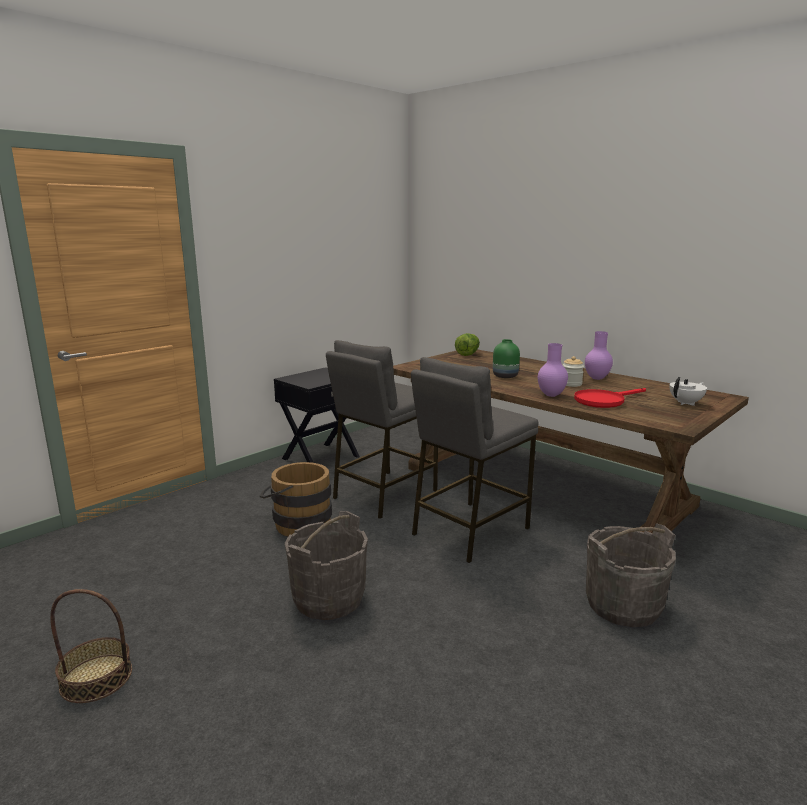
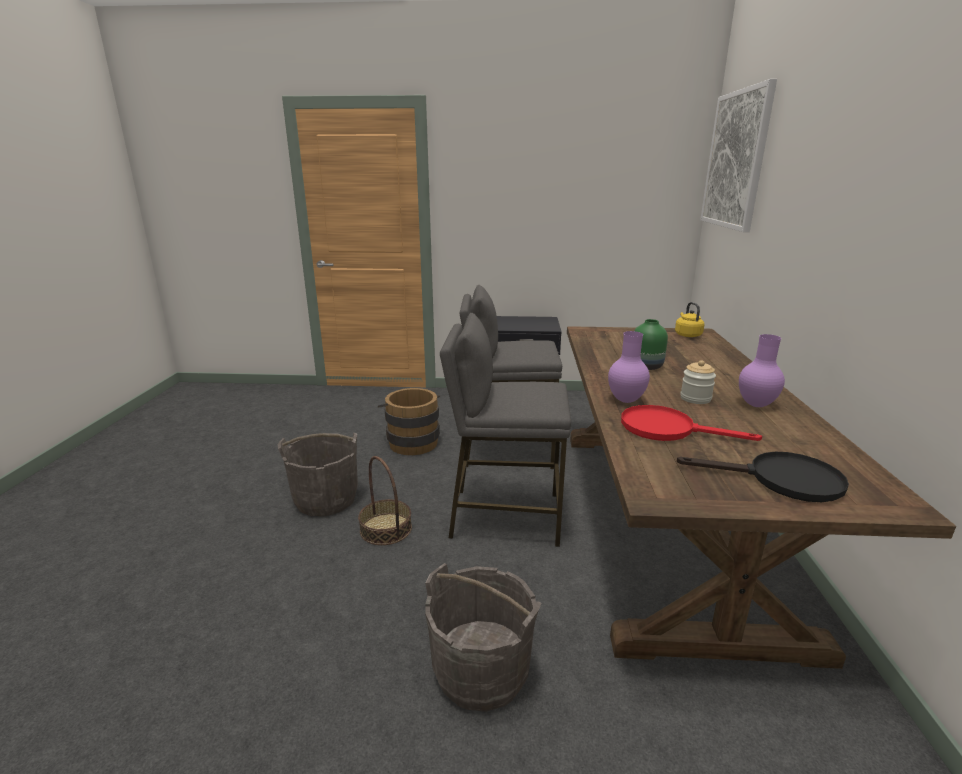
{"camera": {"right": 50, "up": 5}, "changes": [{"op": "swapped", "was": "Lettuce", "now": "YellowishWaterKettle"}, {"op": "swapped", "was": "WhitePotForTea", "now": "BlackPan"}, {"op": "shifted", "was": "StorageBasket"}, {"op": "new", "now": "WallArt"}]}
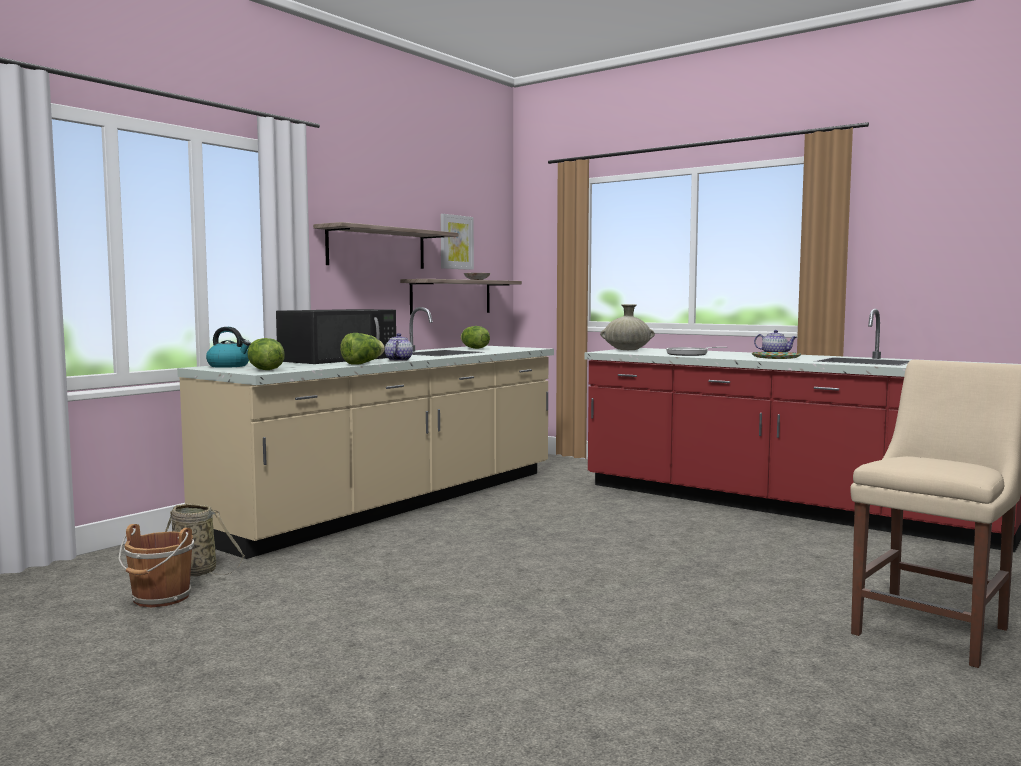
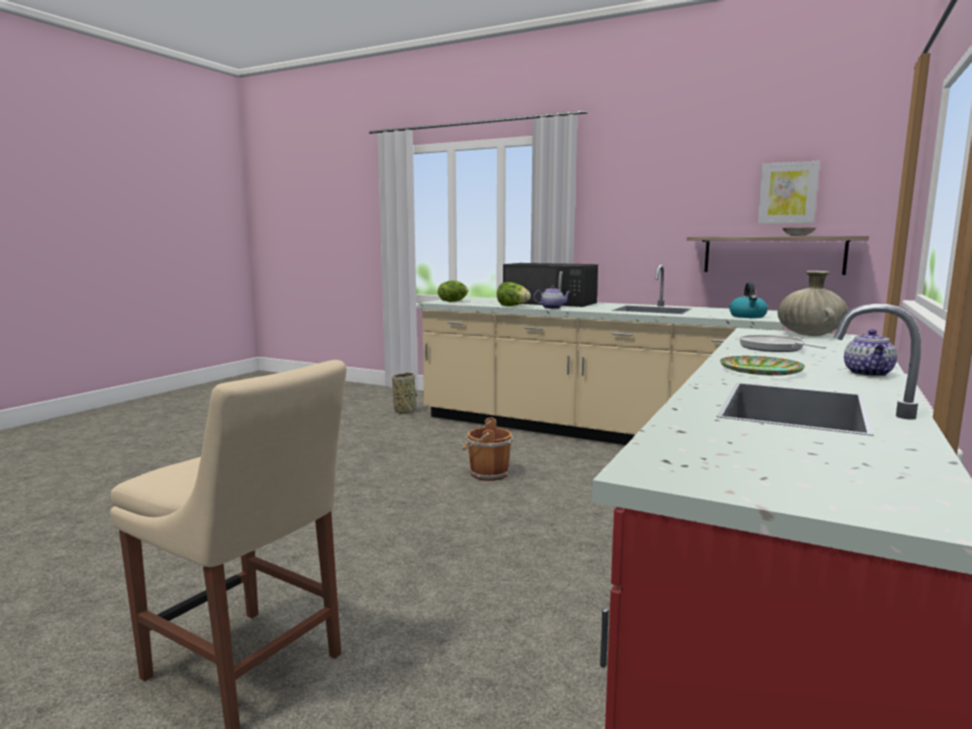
{"camera": {"right": 80, "up": 5}, "changes": [{"op": "gone", "was": "BracketShelf (no. 1 from left)"}, {"op": "gone", "was": "Lettuce (no. 3 from left)"}, {"op": "shifted", "was": "WaterKettle"}, {"op": "shifted", "was": "BrownishBucket"}]}
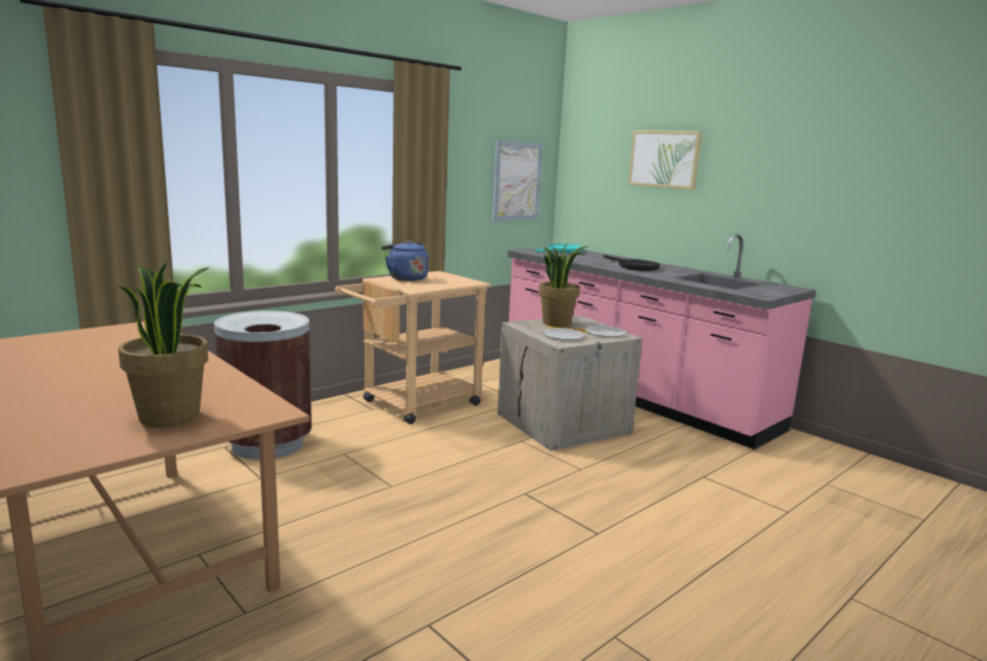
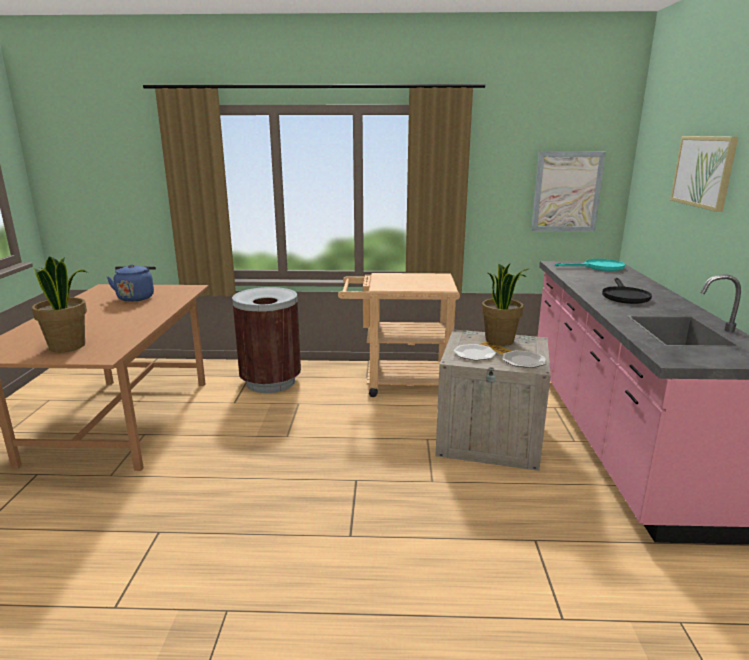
{"camera": {"right": 45, "up": 5}, "changes": [{"op": "shifted", "was": "BlueColouredWaterKettle"}]}
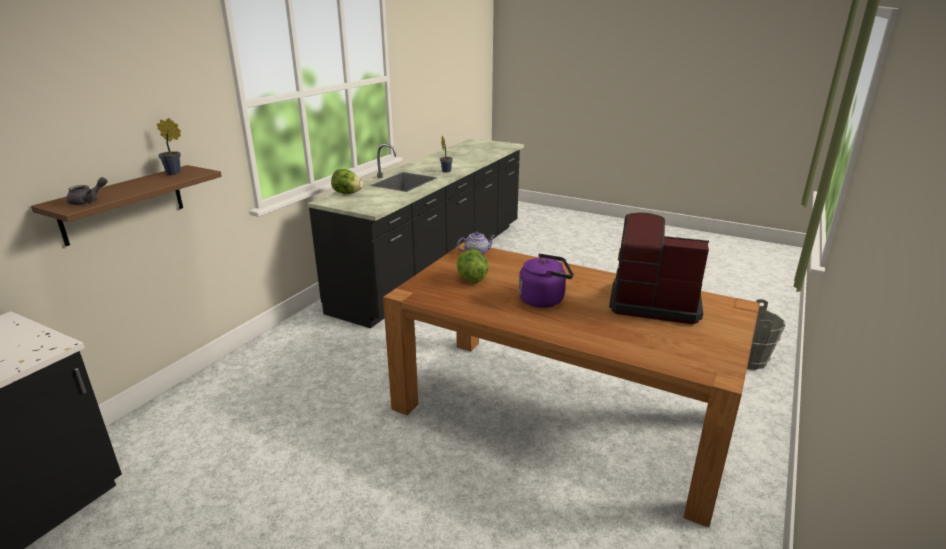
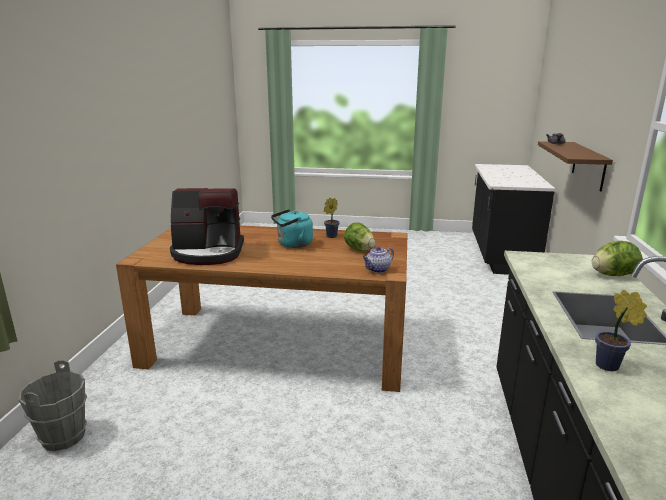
{"camera": {"right": 160, "up": -5}, "changes": [{"op": "shifted", "was": "PottedPlant (no. 1 from left)"}, {"op": "repainted", "was": "PurplishWaterKettle", "now": "TurquoiseColouredWaterKettle"}]}
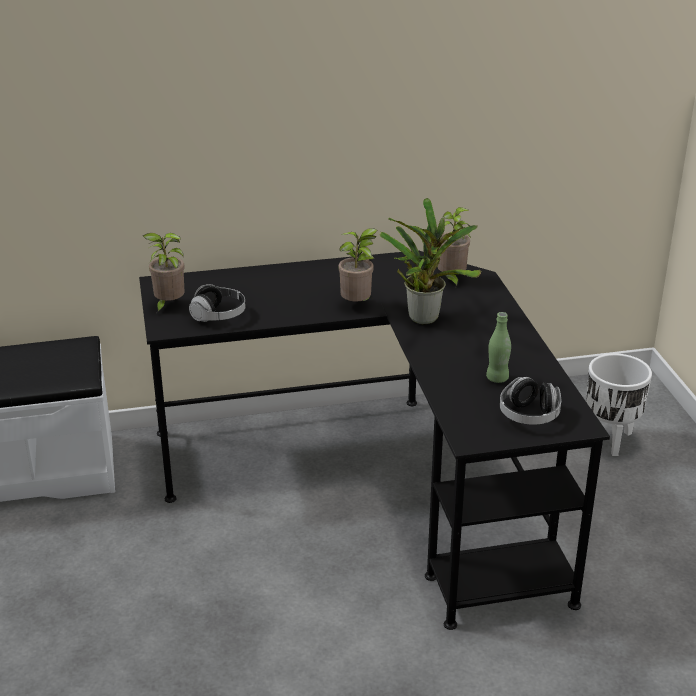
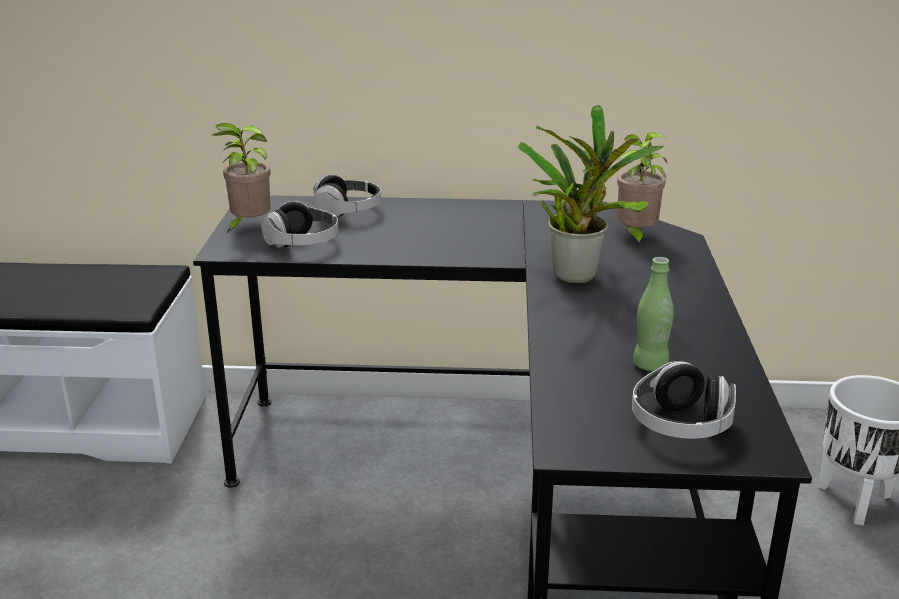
{"camera": {"right": 15, "up": -5}, "changes": [{"op": "gone", "was": "PottedPlant (no. 2 from left)"}, {"op": "new", "now": "Headset (no. 2 from left)"}]}
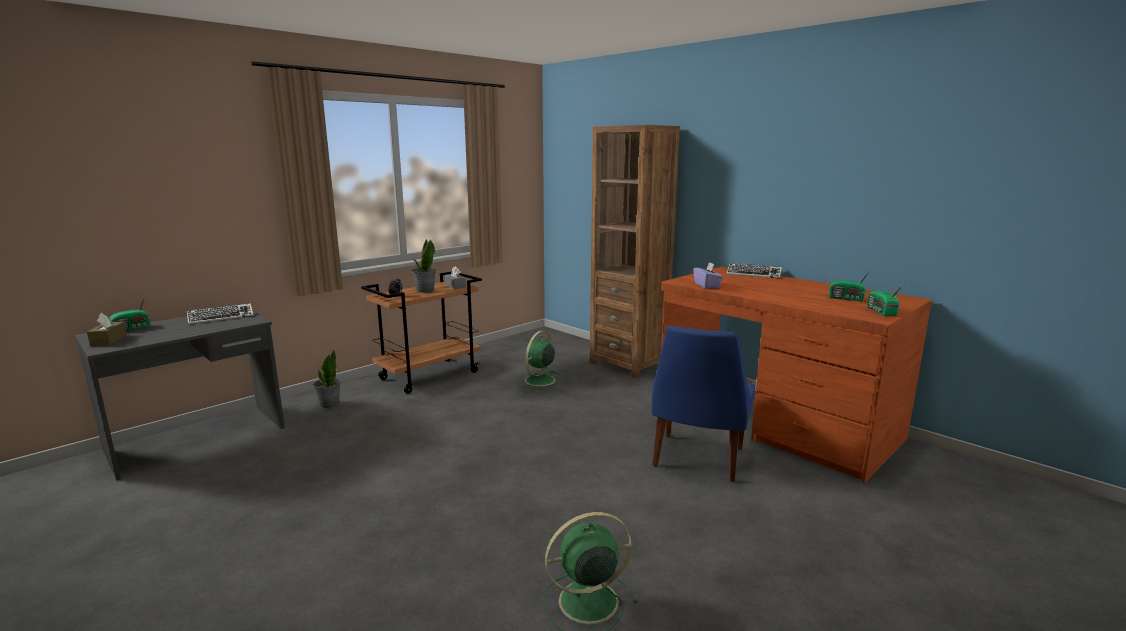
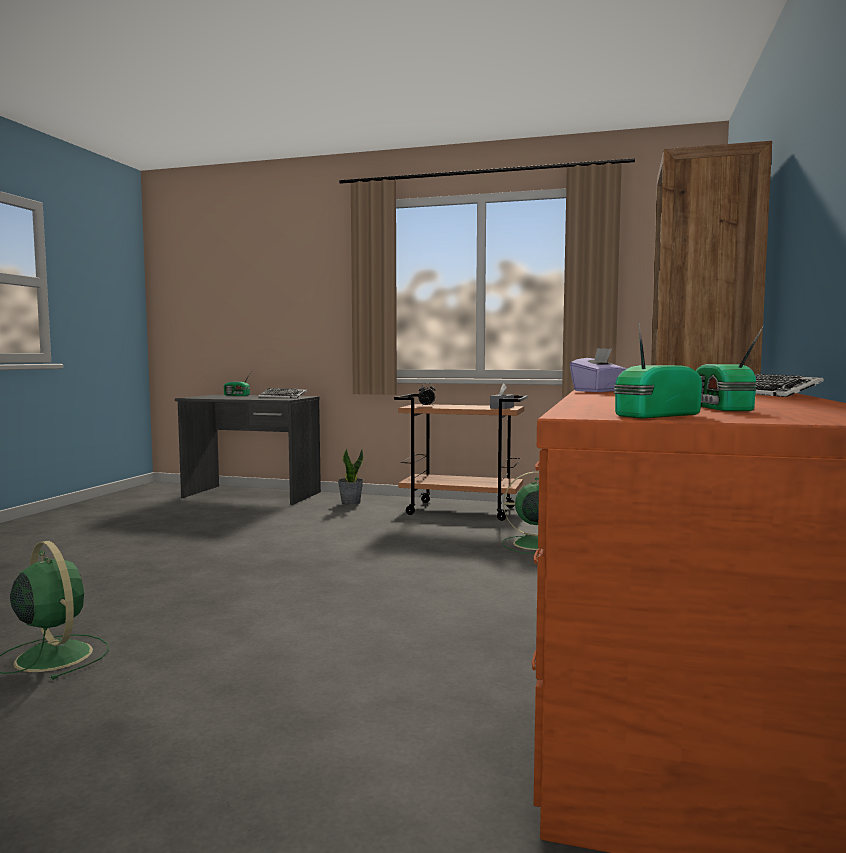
{"camera": {"right": 60, "up": -10}, "changes": [{"op": "gone", "was": "PottedPlant (no. 2 from left)"}, {"op": "gone", "was": "BrownishBoxOfTissues"}, {"op": "gone", "was": "BlueColouredUprightChair"}]}
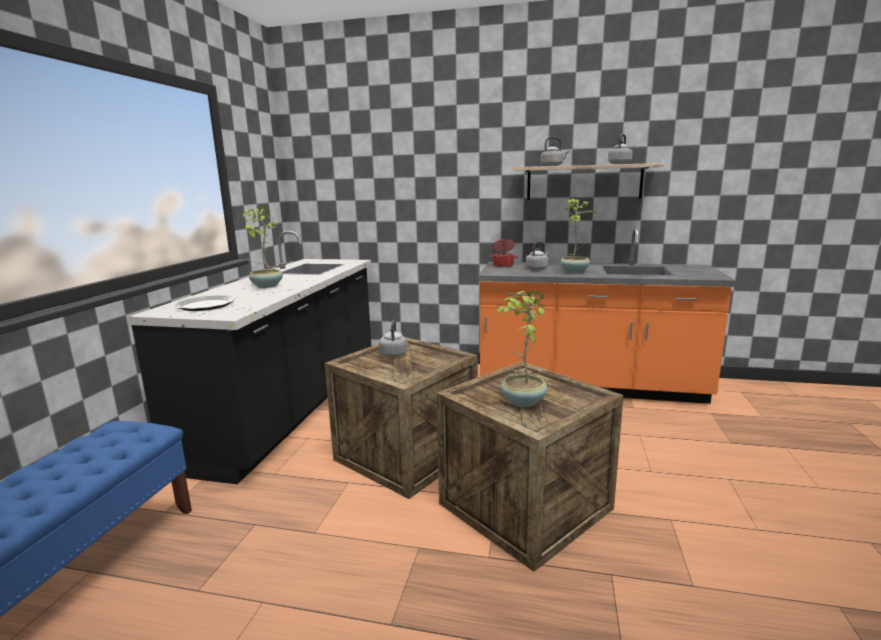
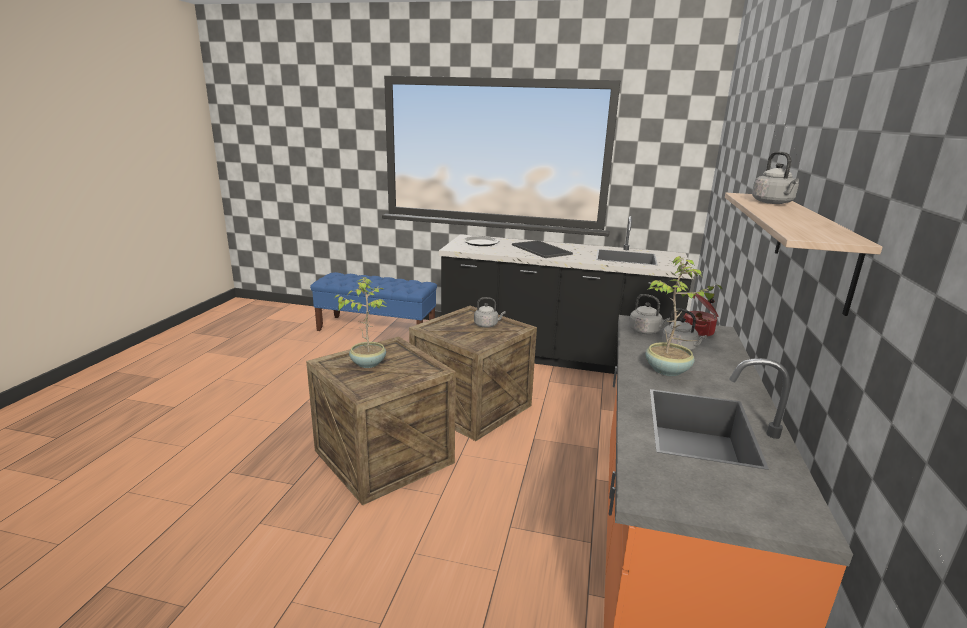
{"camera": {"right": 90, "up": 5}, "changes": [{"op": "shifted", "was": "GreyWaterKettle (no. 4 from left in the first image)", "now": "GreyWaterKettle (no. 2 from left)"}, {"op": "swapped", "was": "PottedPlant (no. 1 from left)", "now": "ServingTray"}]}
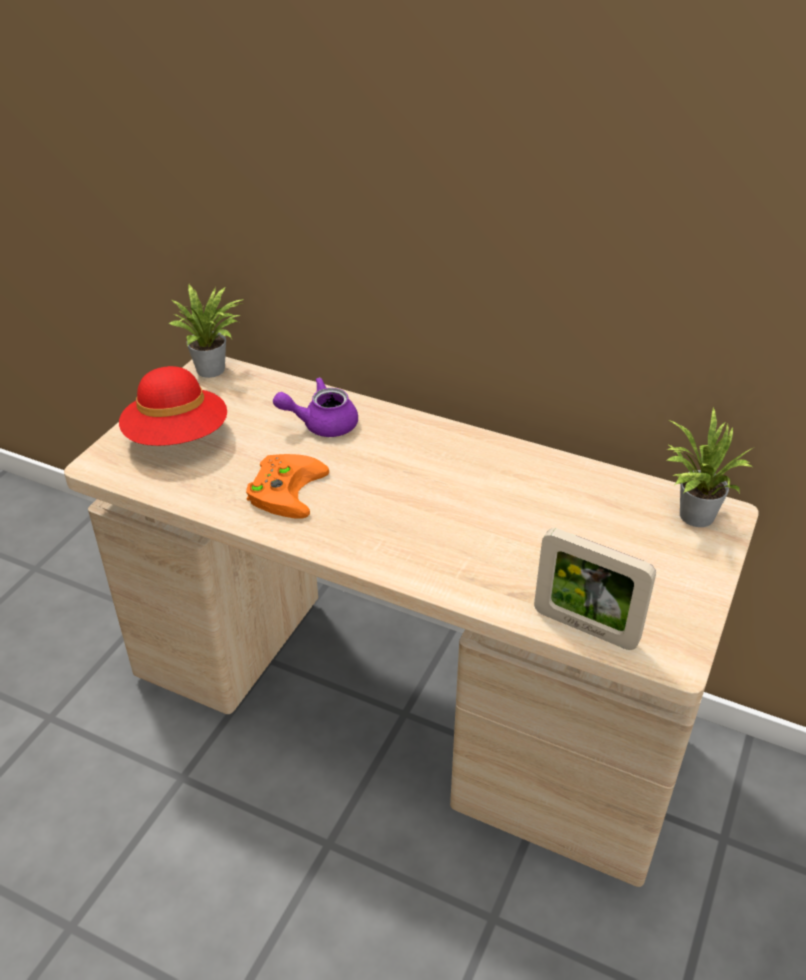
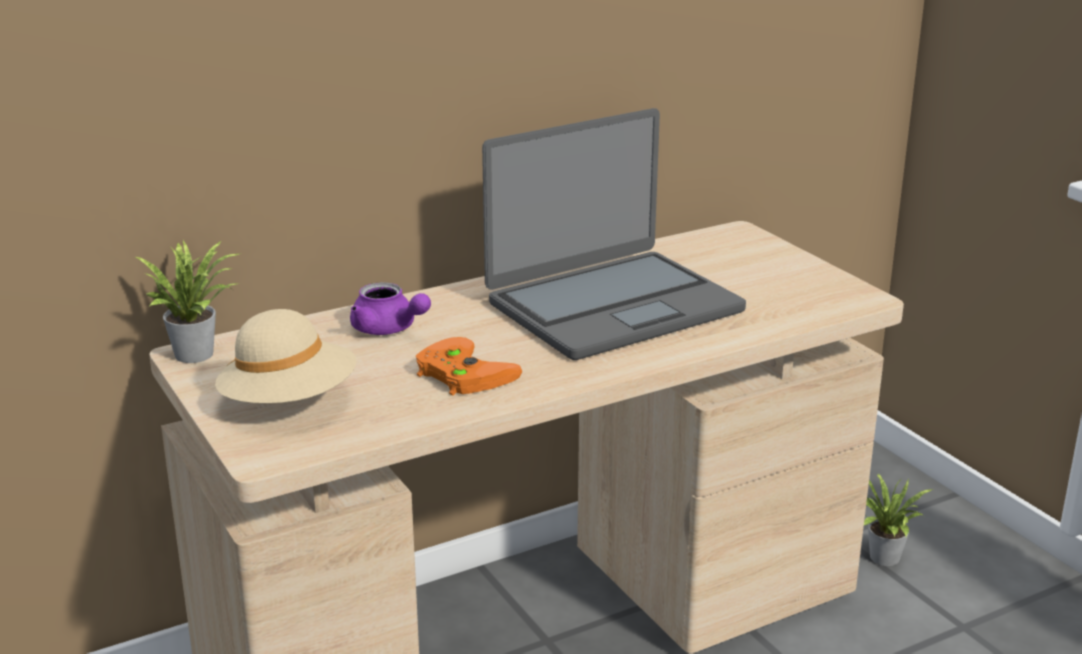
{"camera": {"right": -55, "up": -15}, "changes": [{"op": "repainted", "was": "RedClothingHat", "now": "BeigeColouredClothingHat"}, {"op": "rotated", "was": "PurplishPotForTea", "clockwise": -75}, {"op": "shifted", "was": "PottedPlant (no. 2 from left)"}, {"op": "gone", "was": "StandingFrame"}, {"op": "new", "now": "PortableComputer"}]}
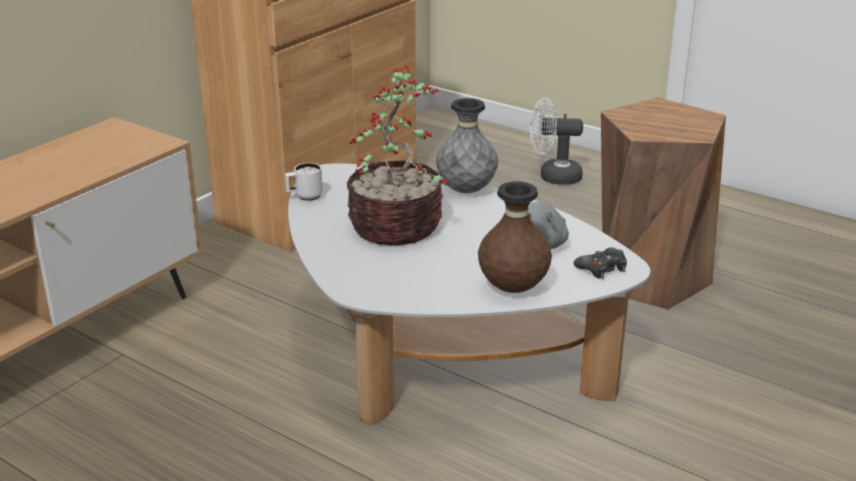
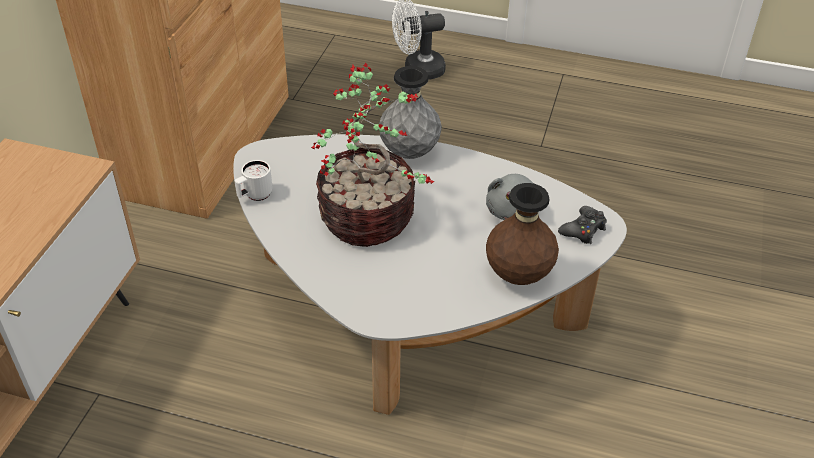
{"camera": {"right": -20, "up": 15}, "changes": [{"op": "gone", "was": "BrownishStoolSeat"}]}
